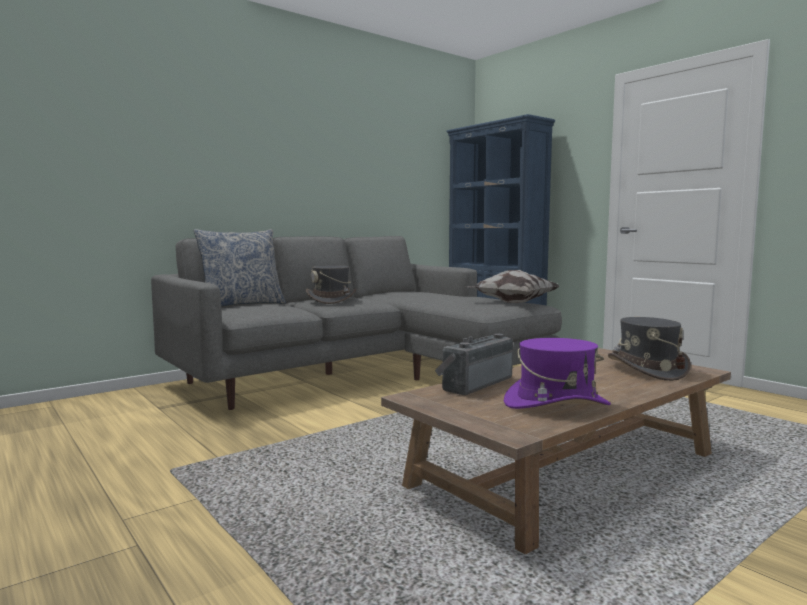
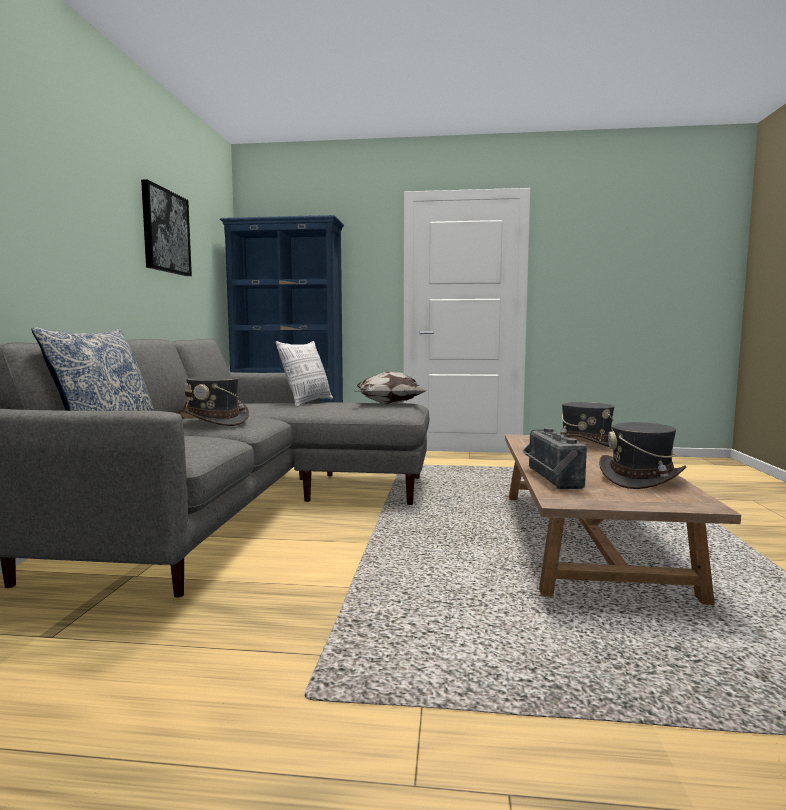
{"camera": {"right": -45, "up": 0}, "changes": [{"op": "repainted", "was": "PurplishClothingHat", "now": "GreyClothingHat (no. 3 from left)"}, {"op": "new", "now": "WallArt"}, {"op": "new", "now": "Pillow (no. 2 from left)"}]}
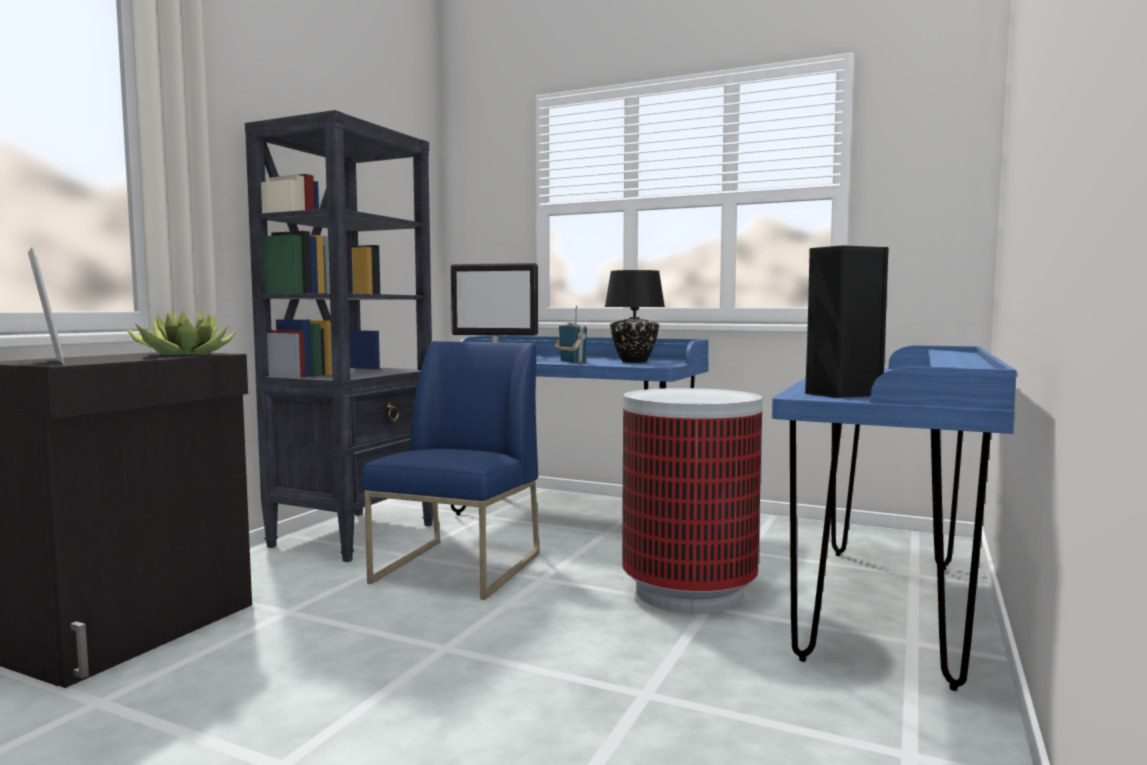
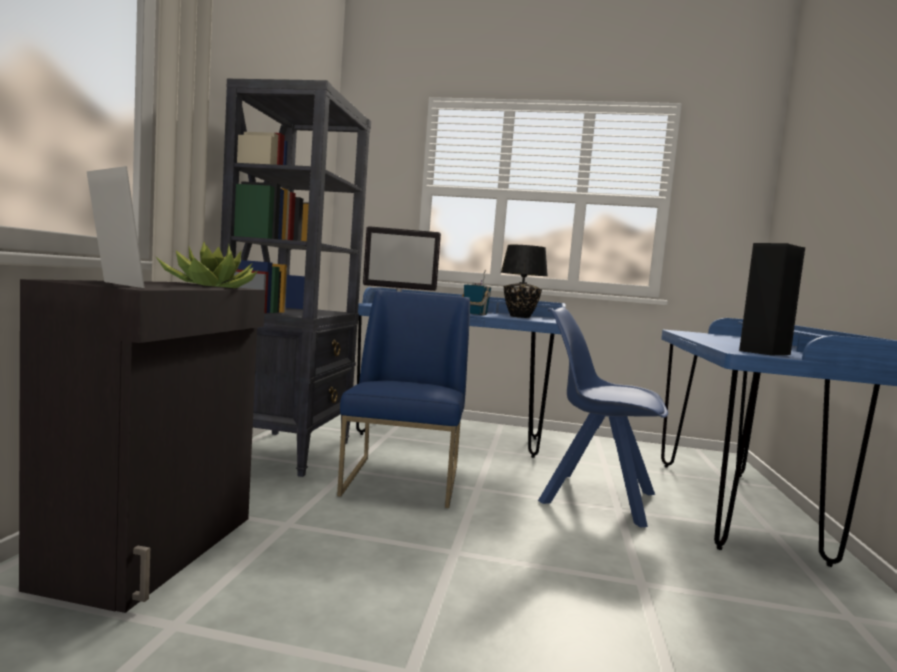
{"camera": {"right": -15, "up": 0}, "changes": [{"op": "swapped", "was": "RubbishBin", "now": "BlueColouredUprightChair (no. 2 from left)"}]}
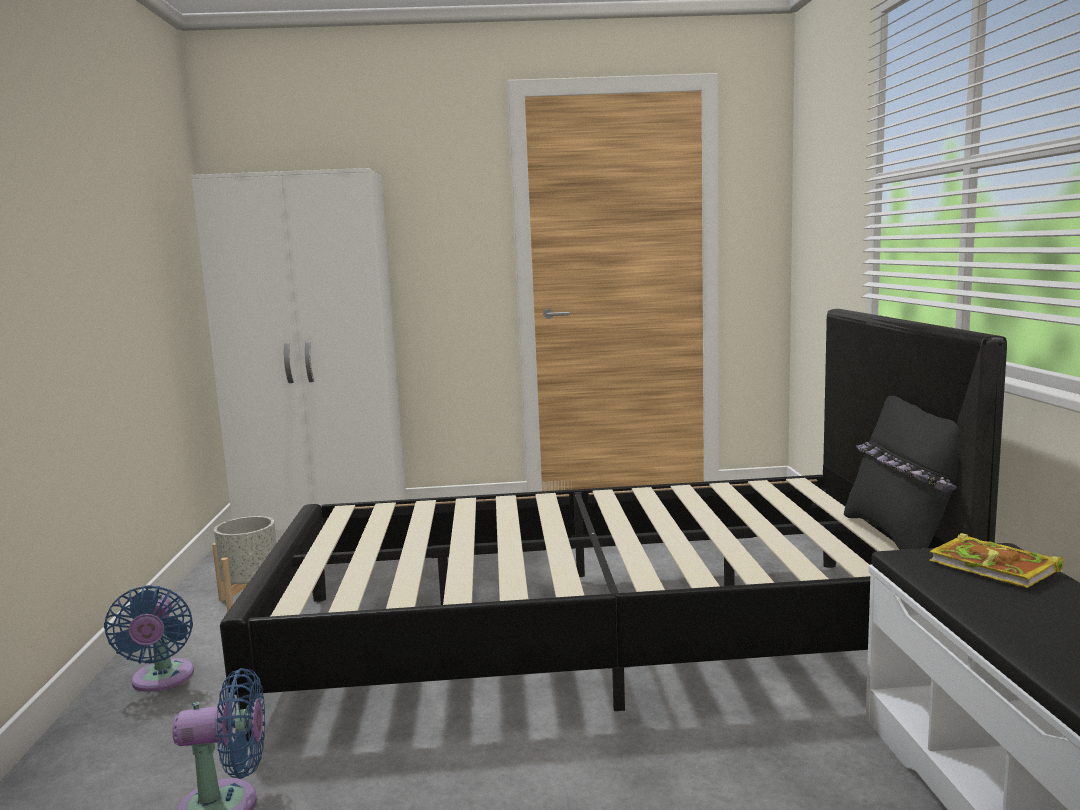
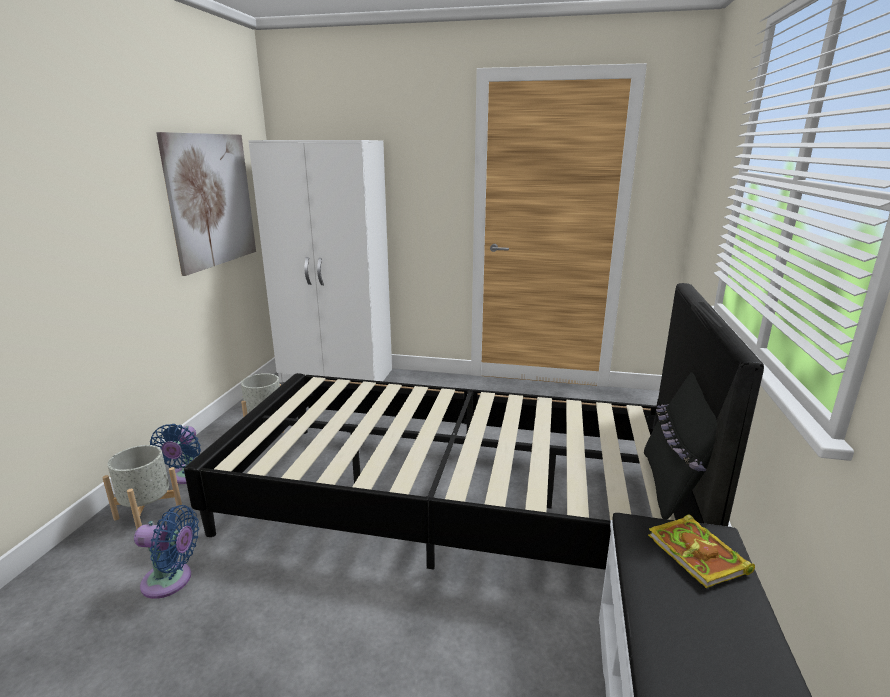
{"camera": {"right": 15, "up": 10}, "changes": [{"op": "new", "now": "WallArt"}, {"op": "new", "now": "GreyPlantPot (no. 1 from left)"}]}
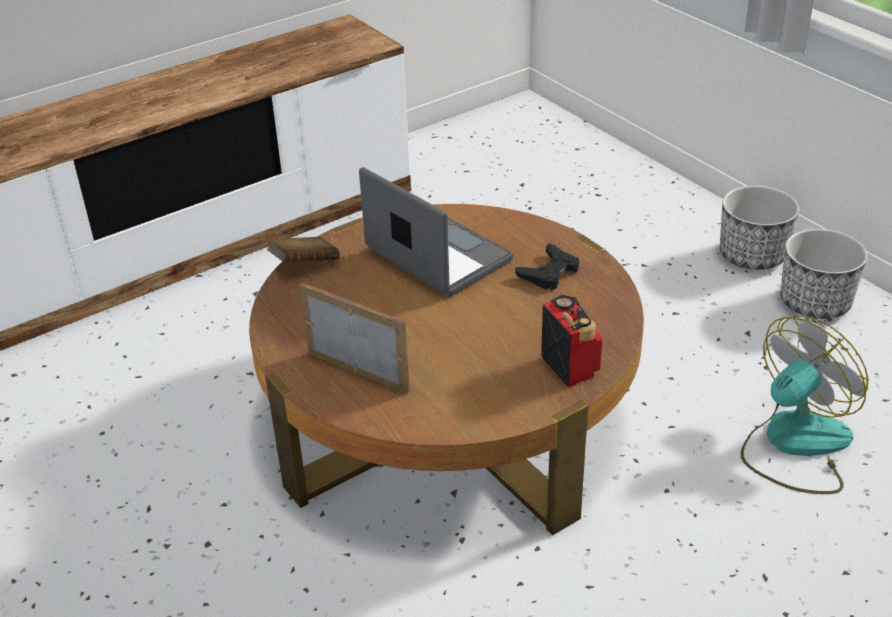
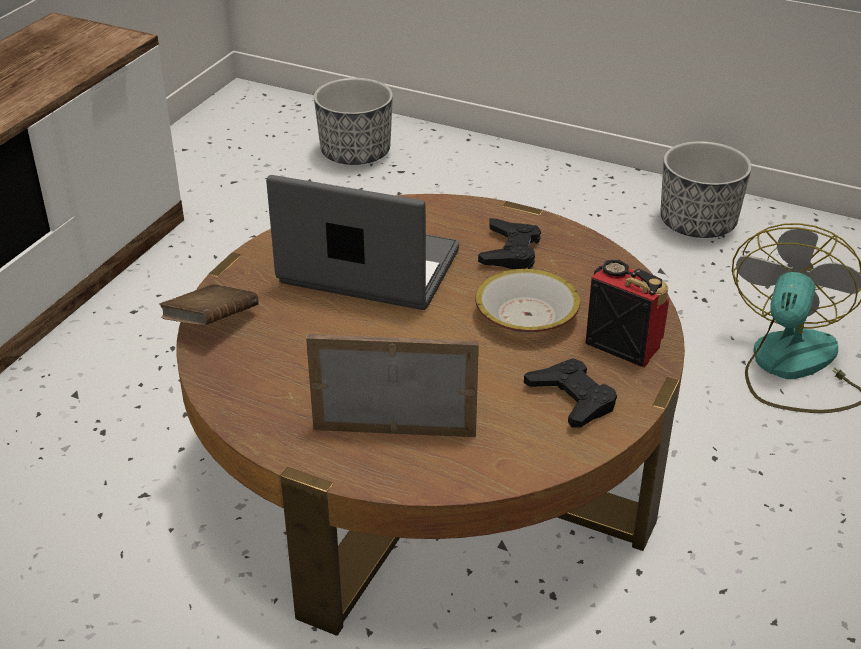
{"camera": {"right": -30, "up": 0}, "changes": [{"op": "shifted", "was": "PlantPot (no. 1 from left)"}, {"op": "new", "now": "Bowl"}, {"op": "new", "now": "BlackJoypad (no. 2 from left)"}]}
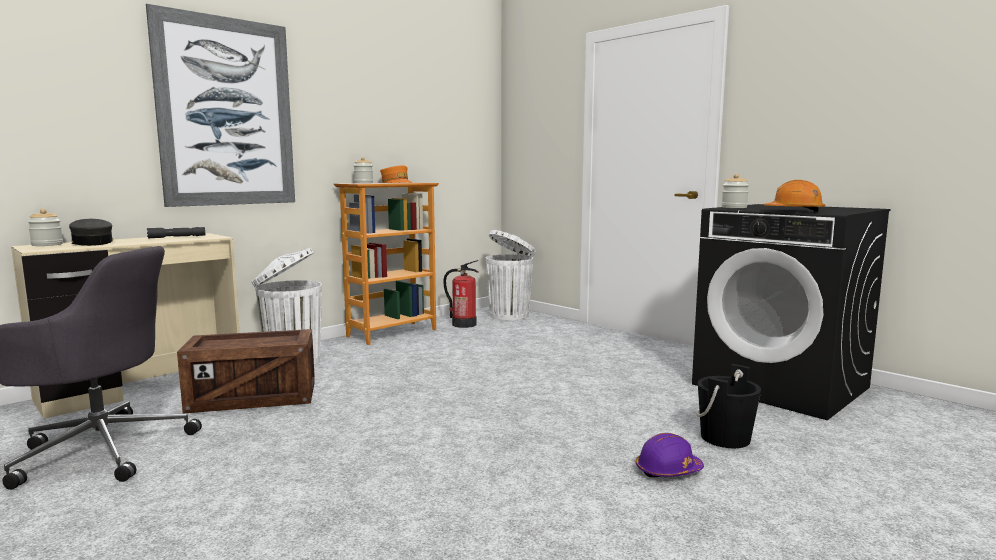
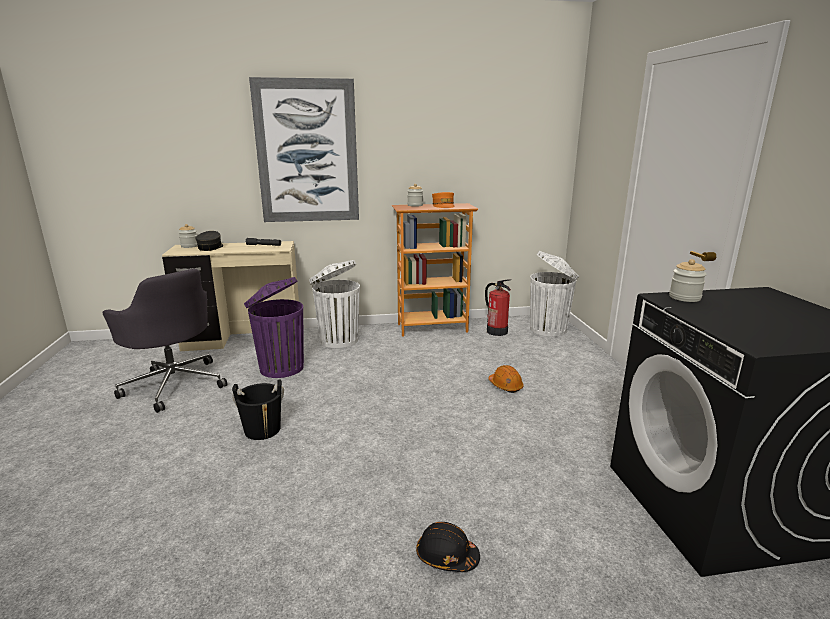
{"camera": {"right": 35, "up": 10}, "changes": [{"op": "shifted", "was": "OrangeyHardHat"}, {"op": "swapped", "was": "PackingCrate", "now": "PurplishRubbishBin"}, {"op": "shifted", "was": "BlackBucket"}, {"op": "repainted", "was": "PurplishHardHat", "now": "BlackHardHat"}]}
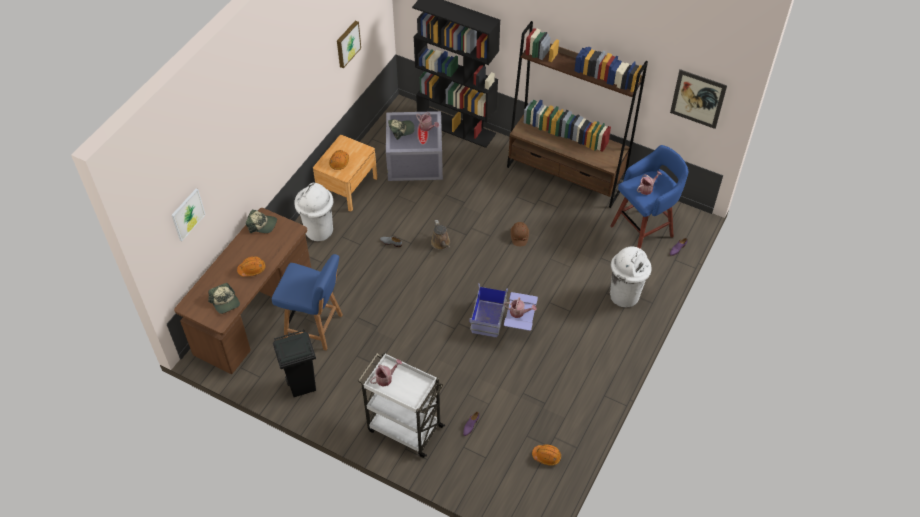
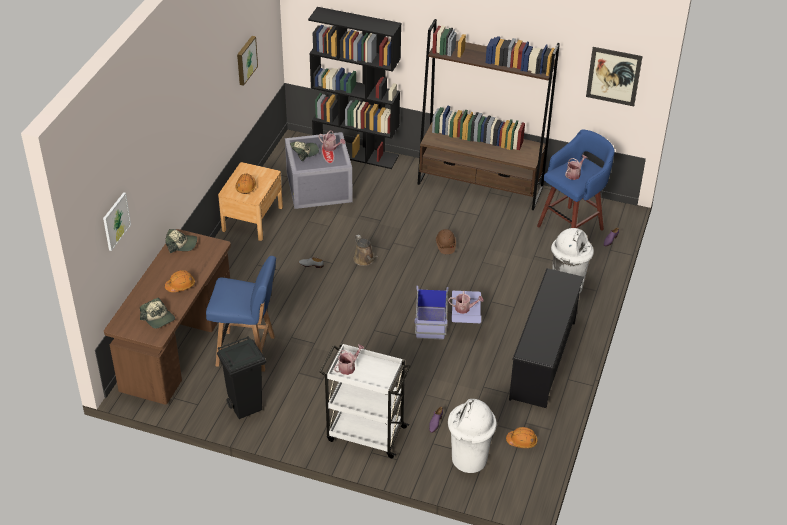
{"camera": {"right": -10, "up": -10}, "changes": [{"op": "shifted", "was": "WhiteRubbishBin (no. 1 from left)"}, {"op": "new", "now": "BlackShoeShelf"}]}
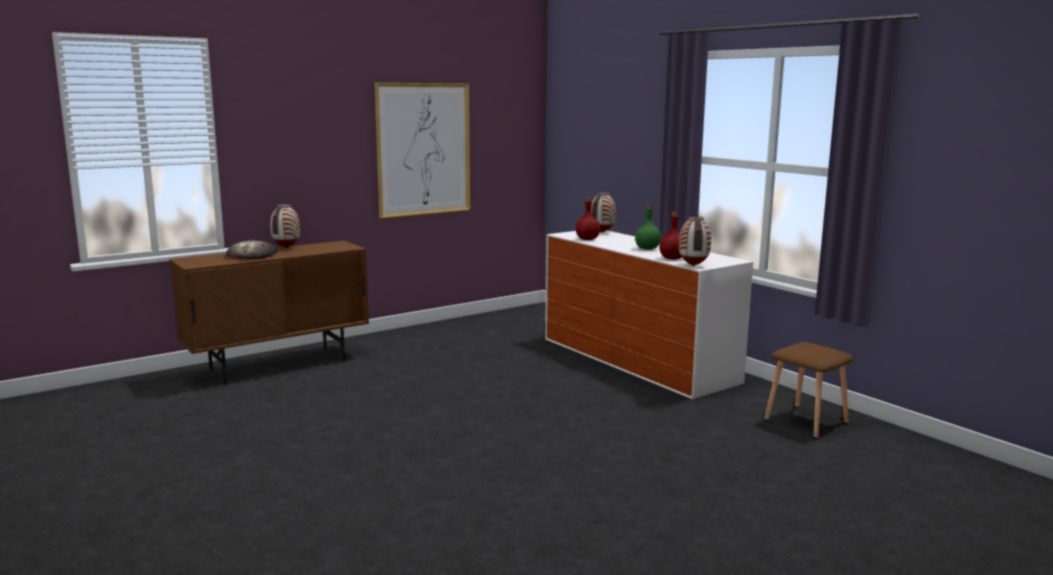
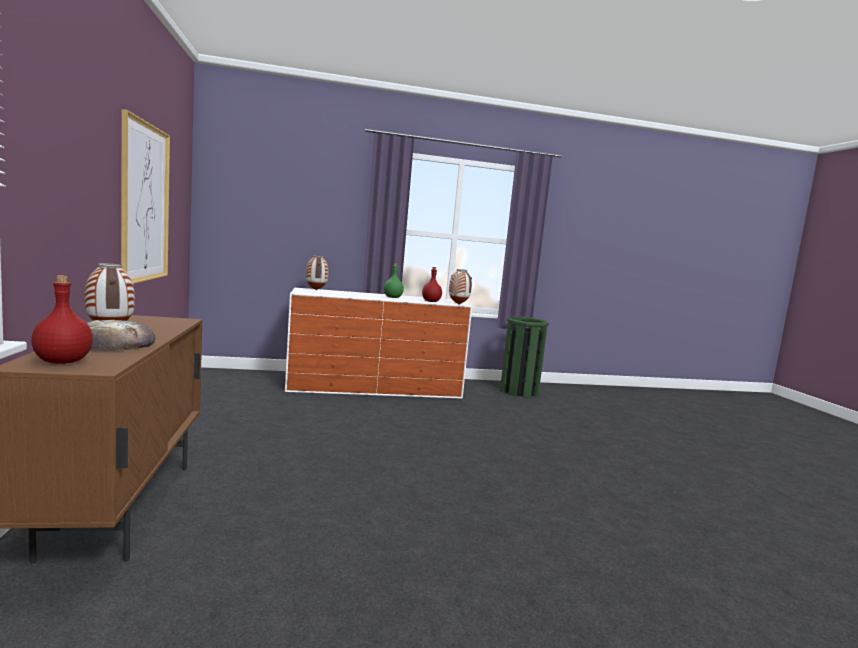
{"camera": {"right": -65, "up": -5}, "changes": [{"op": "shifted", "was": "RedBeverageBottle (no. 1 from left)"}, {"op": "swapped", "was": "BrownishStoolSeat", "now": "GreenRubbishBin"}]}
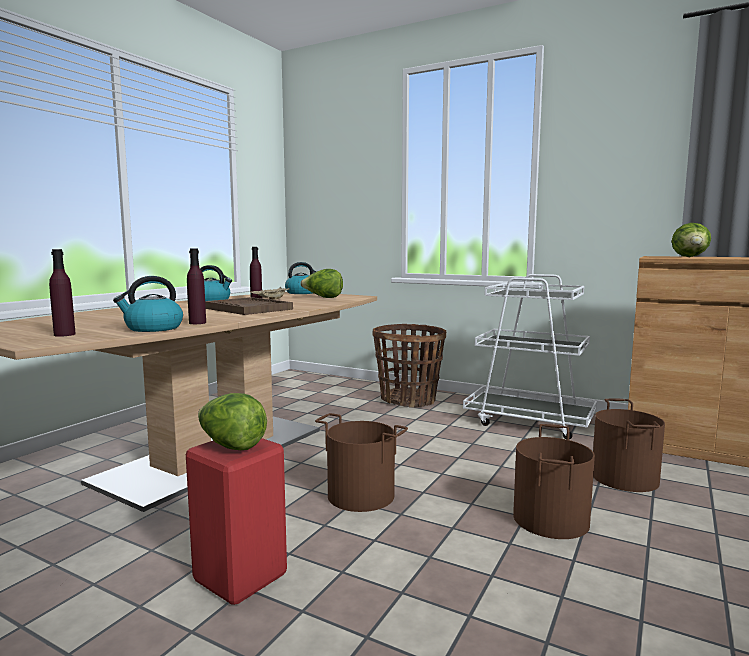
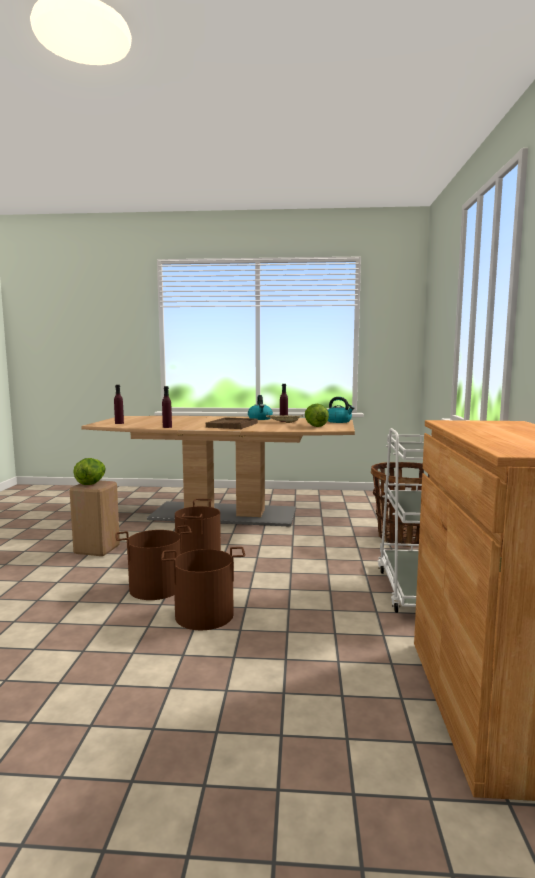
{"camera": {"right": 65, "up": 0}, "changes": [{"op": "gone", "was": "Lettuce (no. 3 from left)"}, {"op": "gone", "was": "WaterKettle (no. 1 from left)"}, {"op": "shifted", "was": "BrownishBucket (no. 3 from left in the first image)", "now": "BrownishBucket (no. 1 from left)"}, {"op": "repainted", "was": "RedStoolSeat", "now": "BeigeColouredStoolSeat"}]}
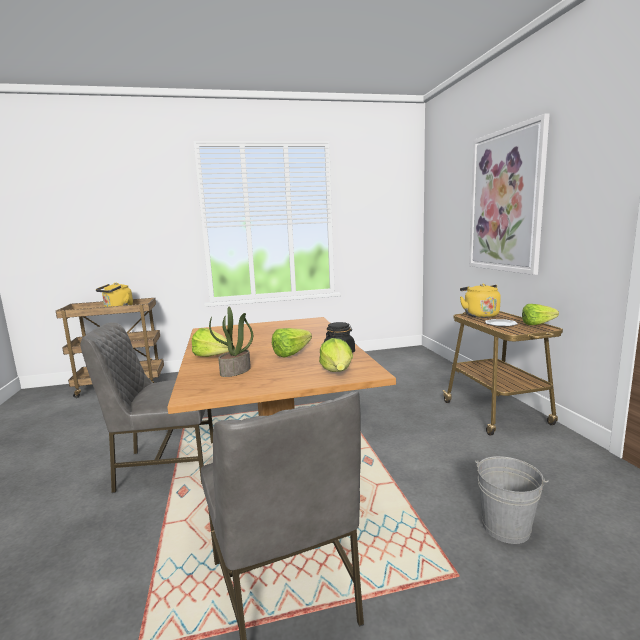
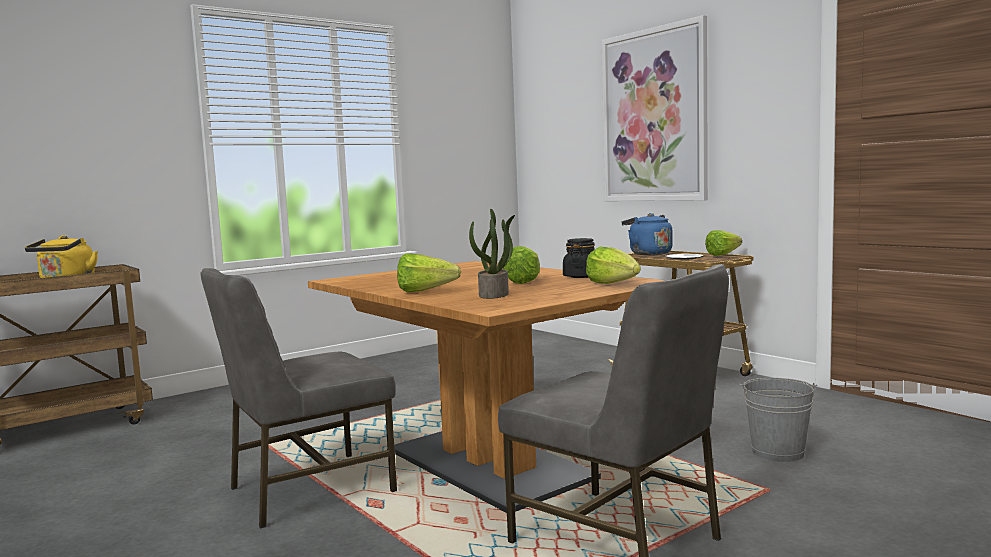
{"camera": {"right": -25, "up": -5}, "changes": [{"op": "repainted", "was": "YellowishWaterKettle (no. 2 from left)", "now": "BlueColouredWaterKettle"}]}
